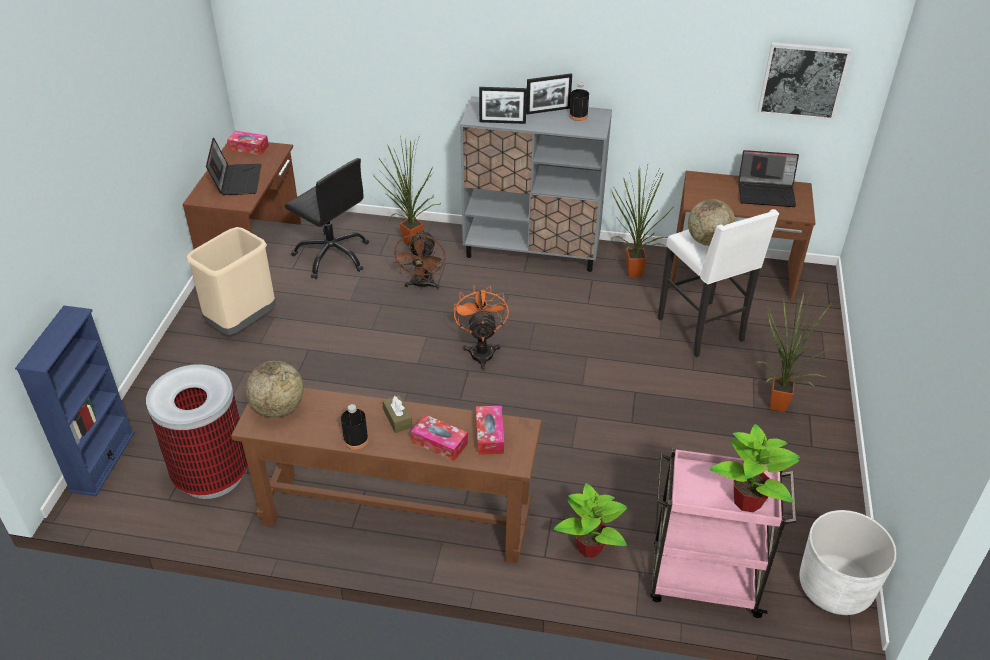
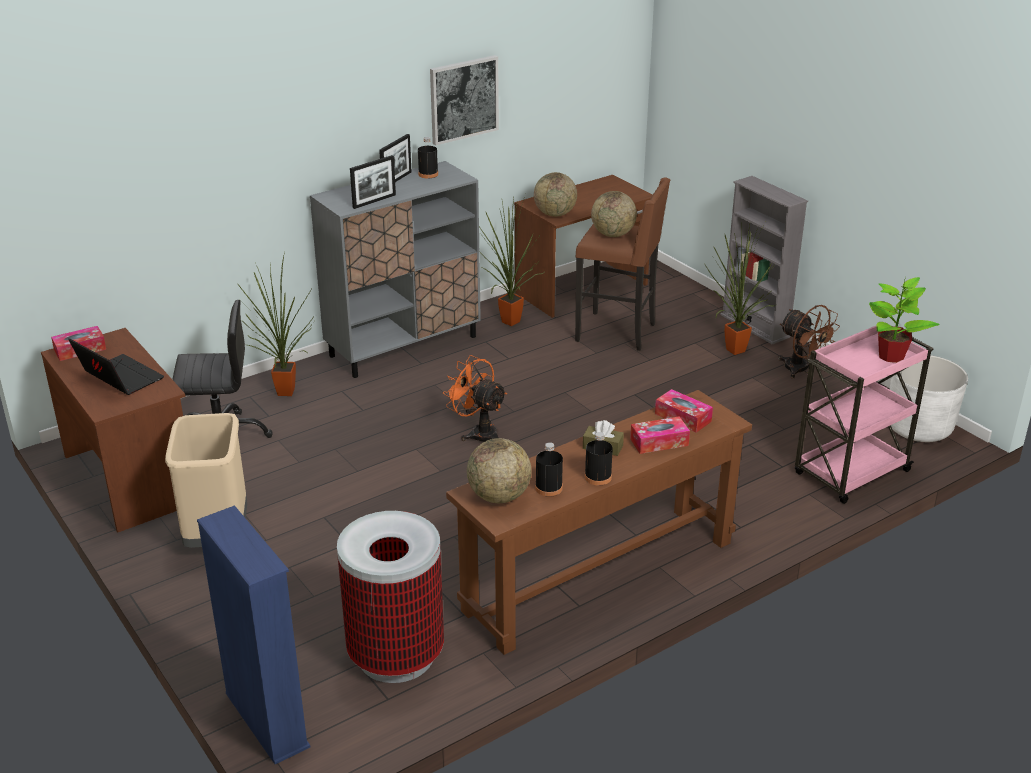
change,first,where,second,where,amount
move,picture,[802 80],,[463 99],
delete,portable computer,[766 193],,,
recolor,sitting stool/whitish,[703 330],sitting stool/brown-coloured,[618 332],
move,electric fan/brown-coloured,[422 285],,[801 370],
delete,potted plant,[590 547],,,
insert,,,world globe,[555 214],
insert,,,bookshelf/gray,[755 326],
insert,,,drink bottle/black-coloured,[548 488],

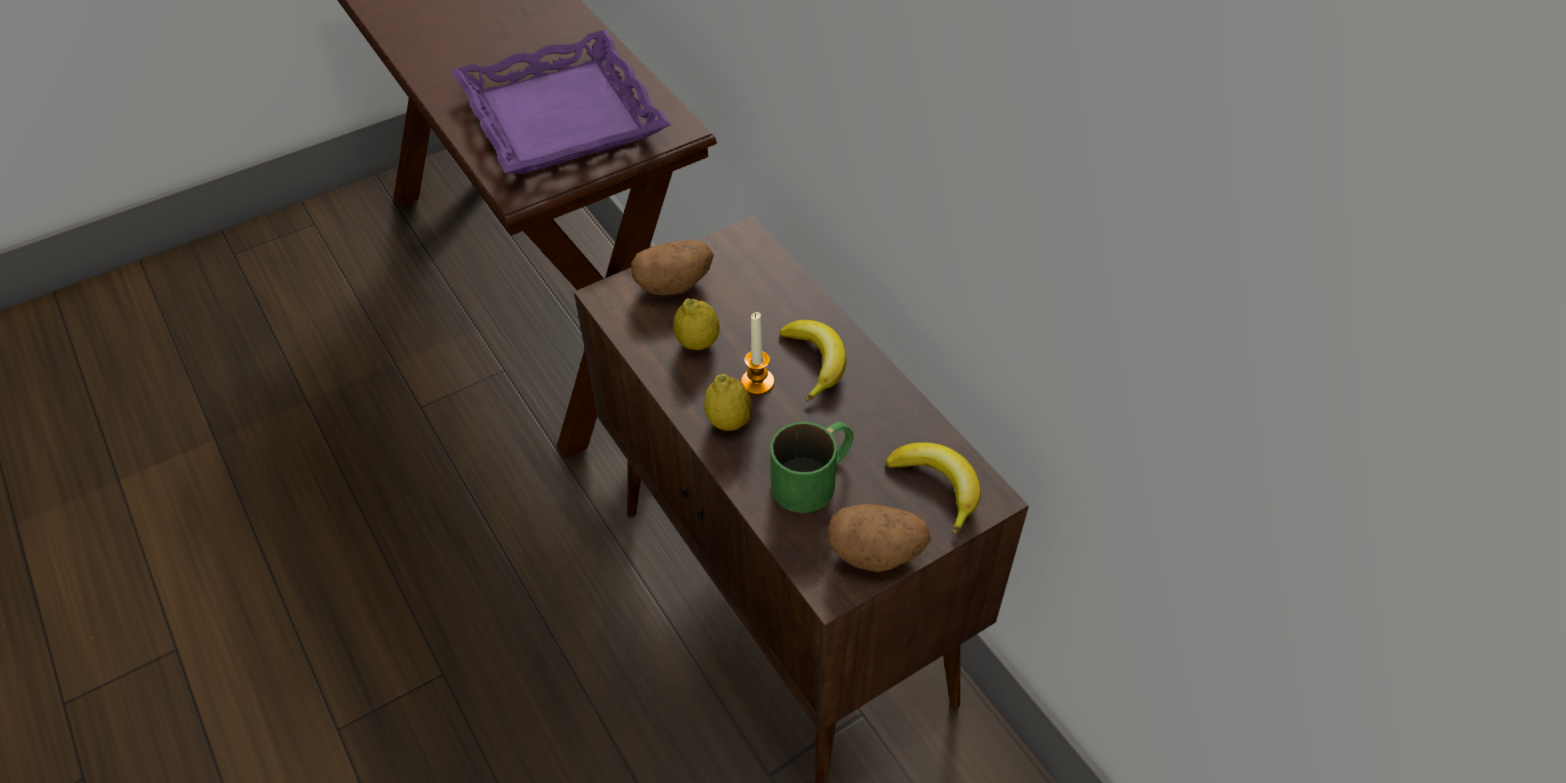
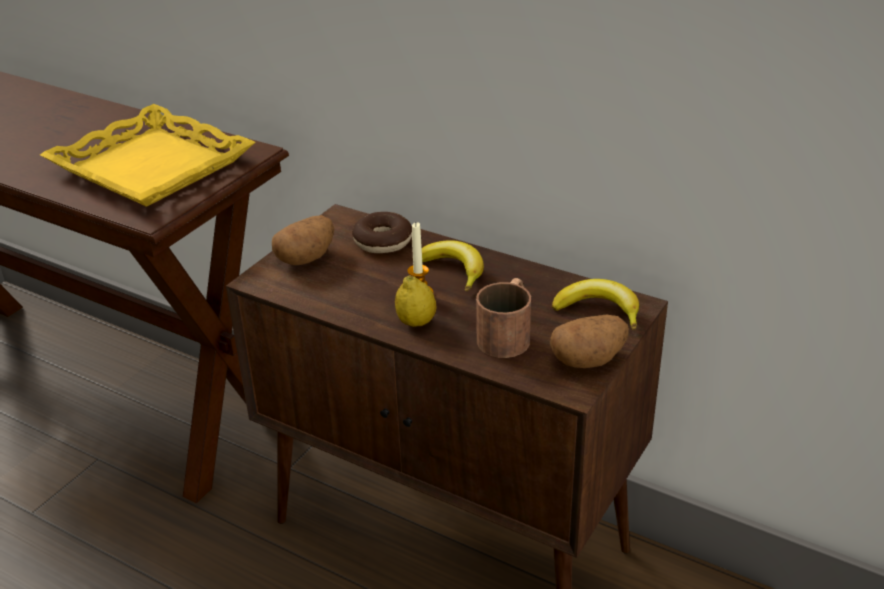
change,first,where,second,where,amount
recolor,carrying tray/purple-coloured,[560 117],carrying tray/yellowish,[150 167],
delete,lemon,[698 343],,,
recolor,tea mug/green,[815 477],tea mug/brown-coloured,[508 333],
insert,,,ring doughnut,[383 241],

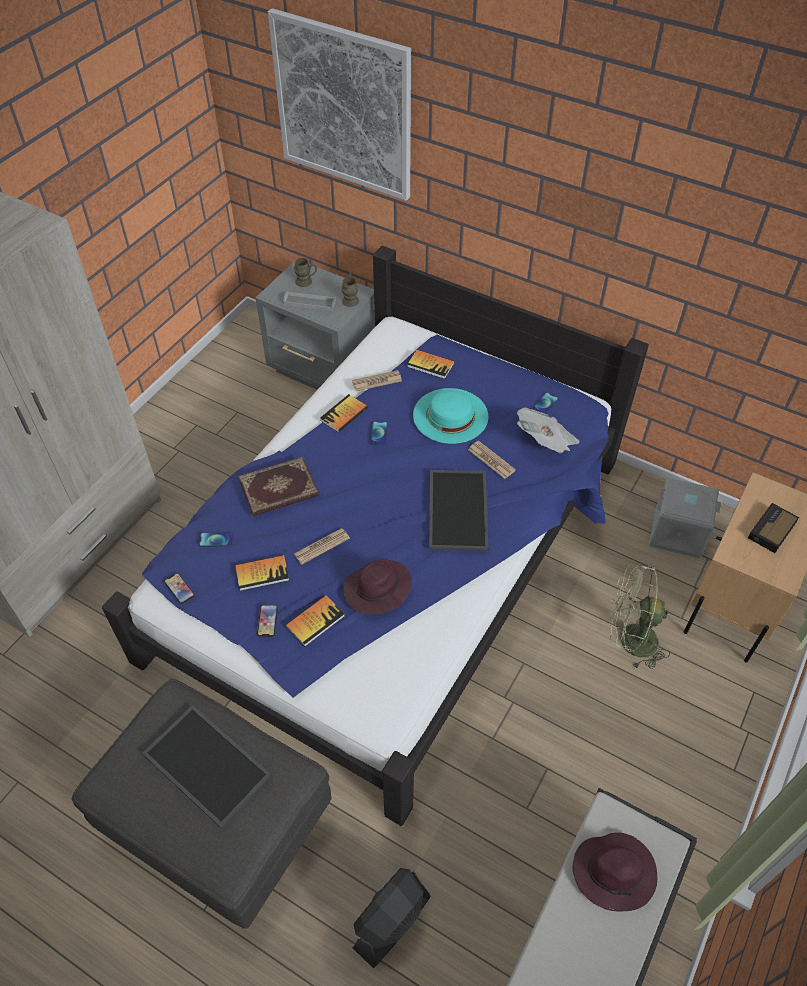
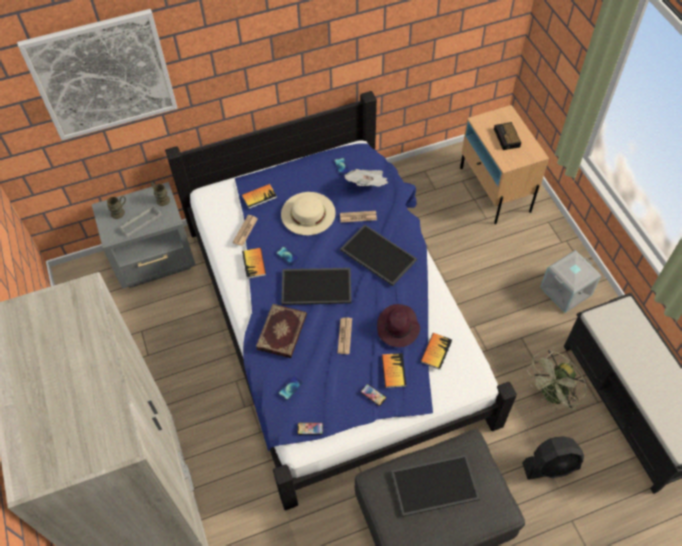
change,first,where,second,where,amount
recolor,clothing hat/blue-green,[450 415],clothing hat/sand-coloured,[308 213],
move,storage container/gray,[676 533],,[566 292],
move,volume,[262 573],,[436 351],
move,electric fan/green,[629 641],,[551 396],
delete,clothing hat/purple-coloured,[615 872],,,
rotate,electric fan/black-coloured,[391 922],,[551 466],90 degrees counterclockwise
insert,,,carrying tray,[317 285],

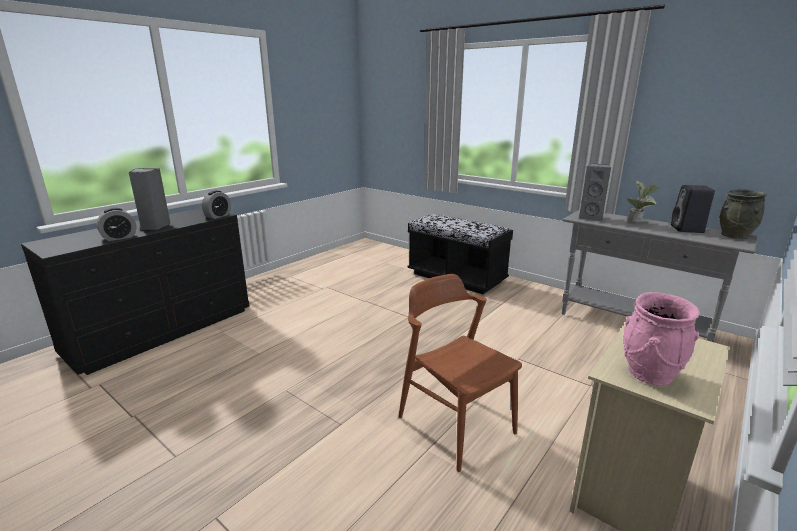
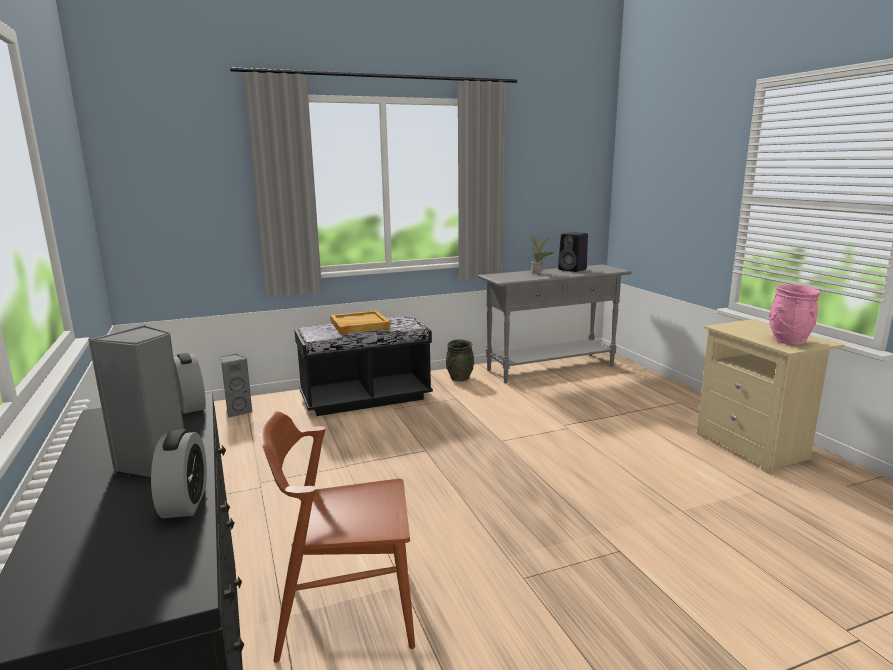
change,first,where,second,where,amount
move,speaker/gray,[591 218],,[238 411],
move,flower vase/gray,[734 235],,[459 378],
move,chair/brown-coloured,[455 424],,[346 611],
insert,,,carrying tray/sand-coloured,[359 325],

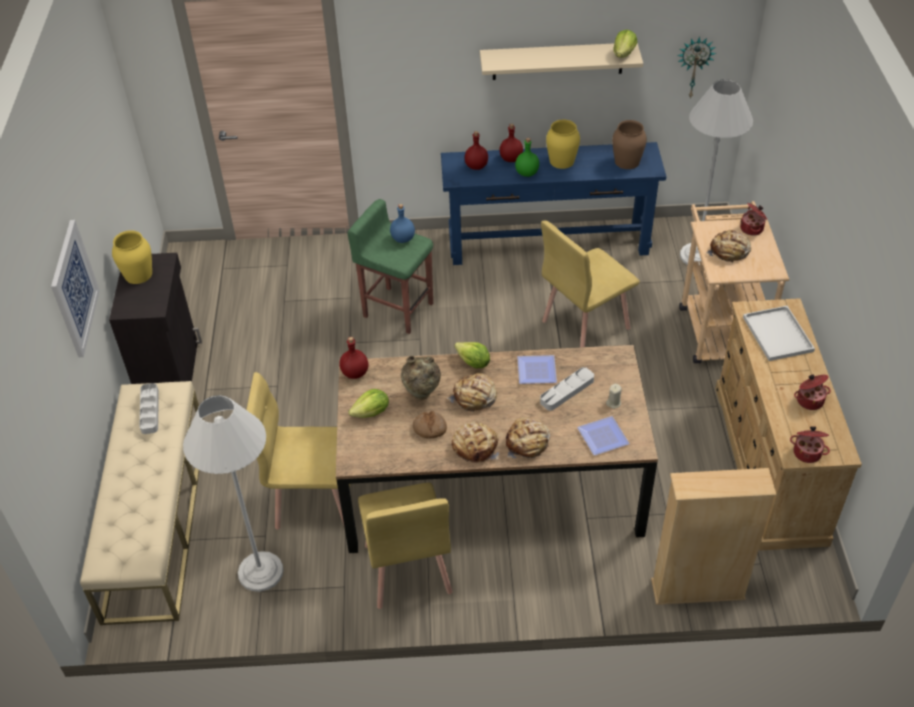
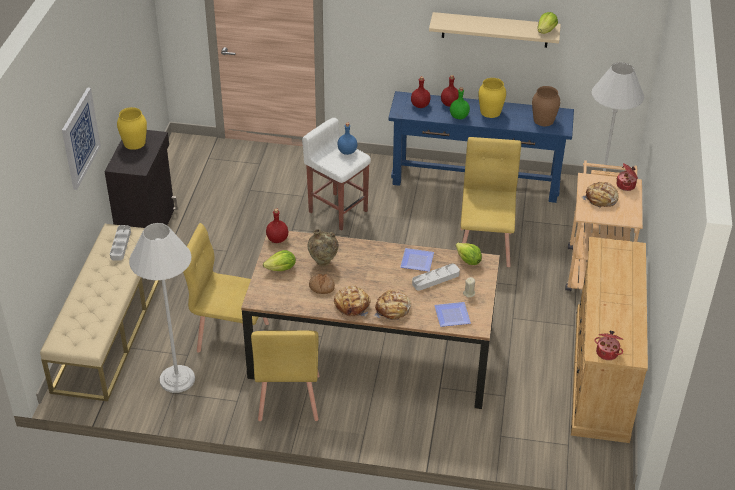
change,first,where,second,where,amount
delete,wall clock,[694 66],,,
recolor,sitting stool/green,[397 309],sitting stool/whitish,[337 210],
rotate,chair/yellowish,[584 324],,[485 246],120 degrees clockwise
delete,carrying tray/whitish,[776 333],,,
move,lettuce head,[473 363],,[468 261],
delete,baked bread,[474 398],,,
delete,saucepot,[809 400],,,
delete,bookshelf/sand-coloured,[697 590],,,

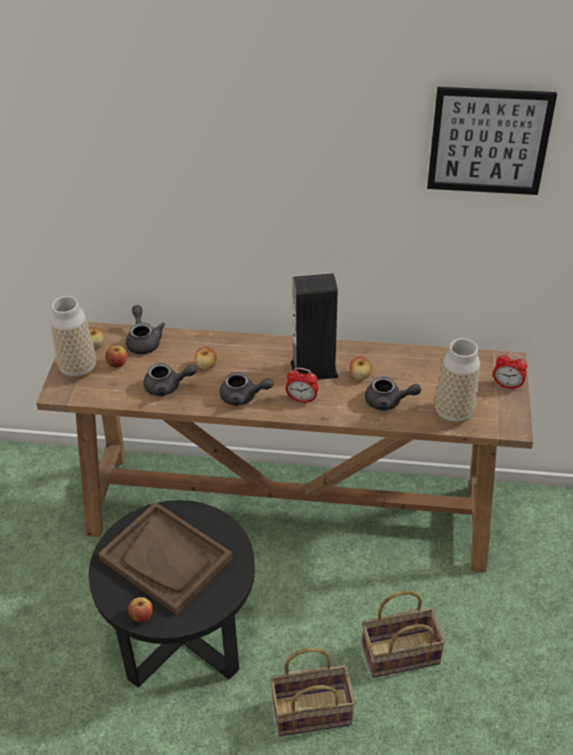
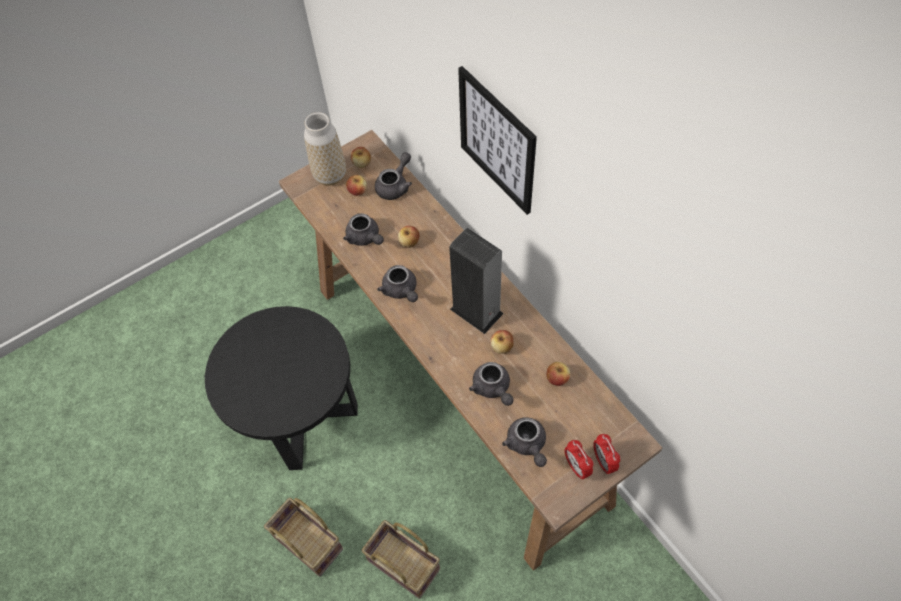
change,first,where,second,where,amount
move,picture,[489 141],,[497 141],
replace,flower vase,[453 413],pot for tea/gray,[527 445],
move,bedside clock,[302 399],,[576 467],
delete,carrying tray/brown-coloured,[166 559],,,
move,apple fruit,[141 616],,[557 378],

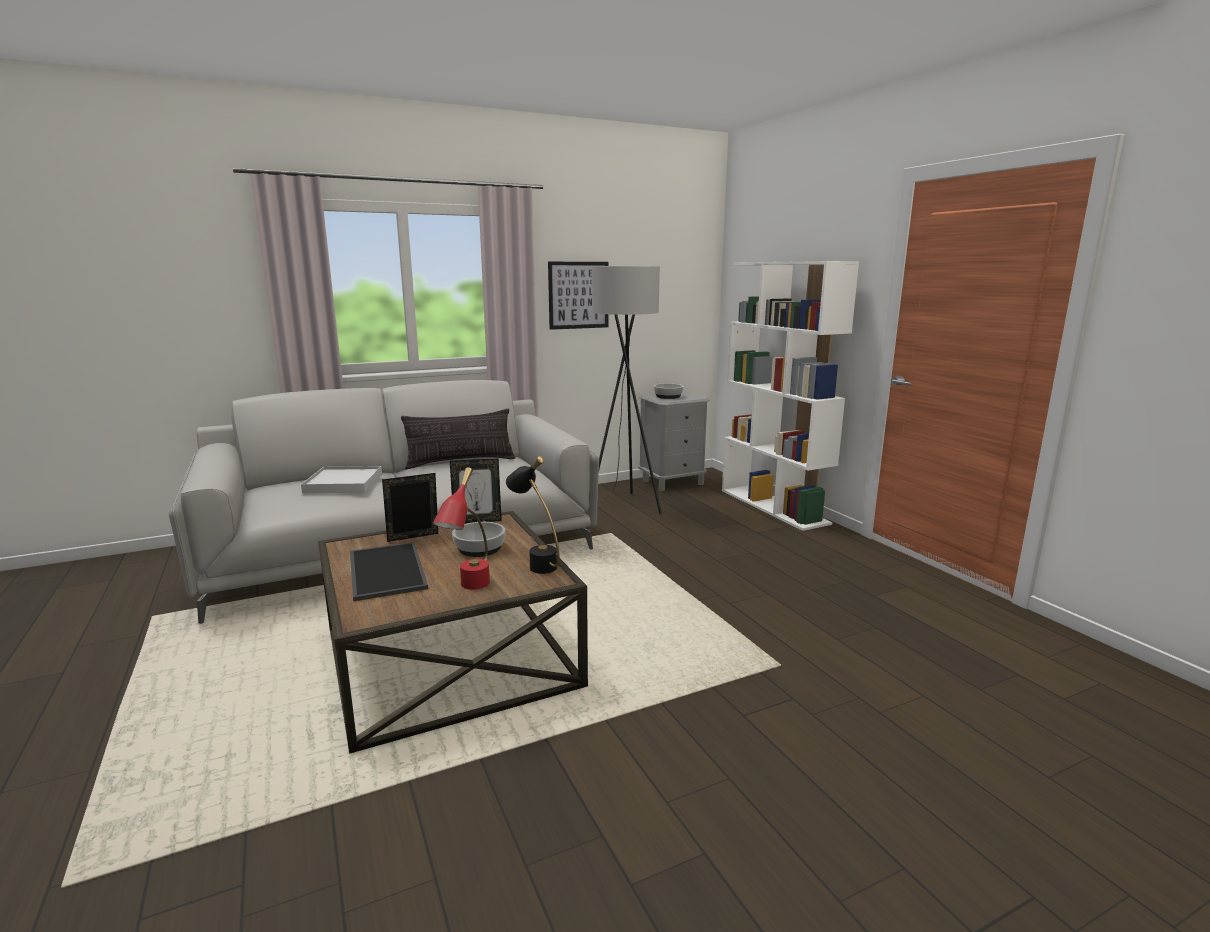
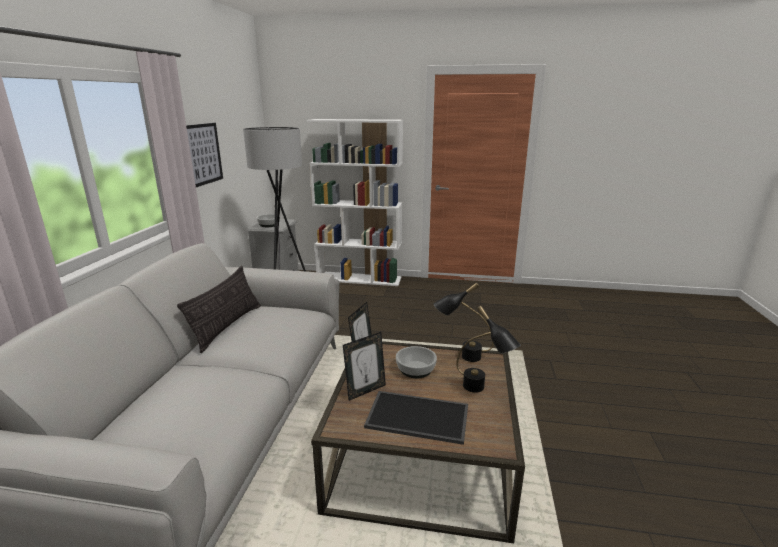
change,first,where,second,where,amount
delete,carrying tray/whitish,[343 483],,,
recolor,lamp for a table/red-coloured,[469 589],lamp for a table/black-coloured,[482 391],
rotate,photo frame,[413 539],,[365 391],135 degrees counterclockwise

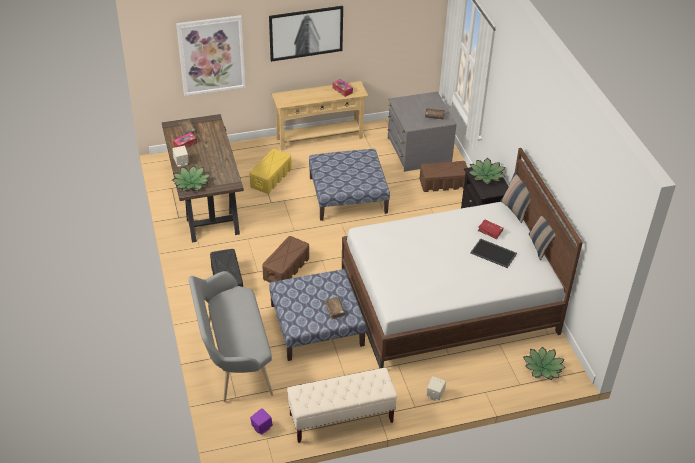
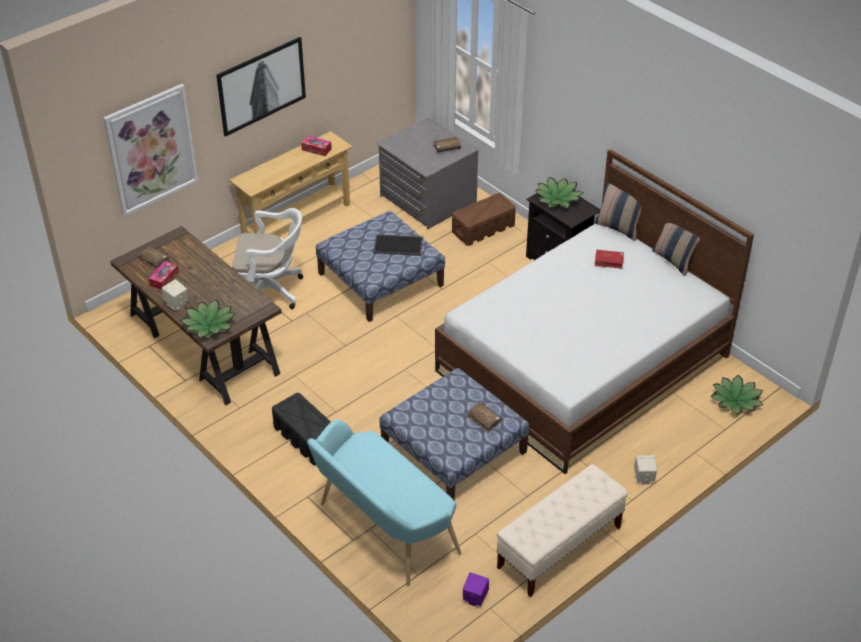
change,first,where,second,where,amount
replace,storage container/yellowish,[270 178],office chair/whitish,[270 291],
delete,storage container/brown-coloured,[286 268],,,
move,carrying tray,[494 253],,[398 245],
recolor,indoor bench/gray,[233 360],indoor bench/blue-green,[382 530],

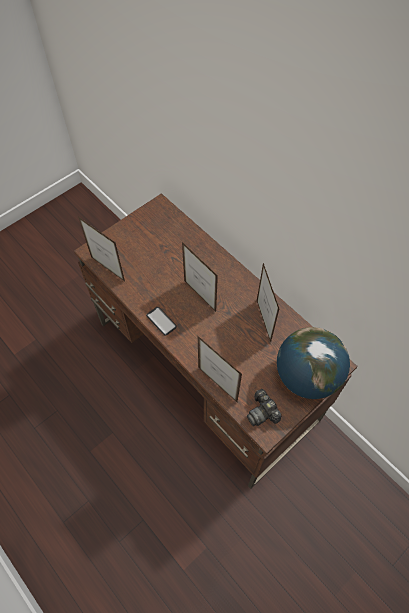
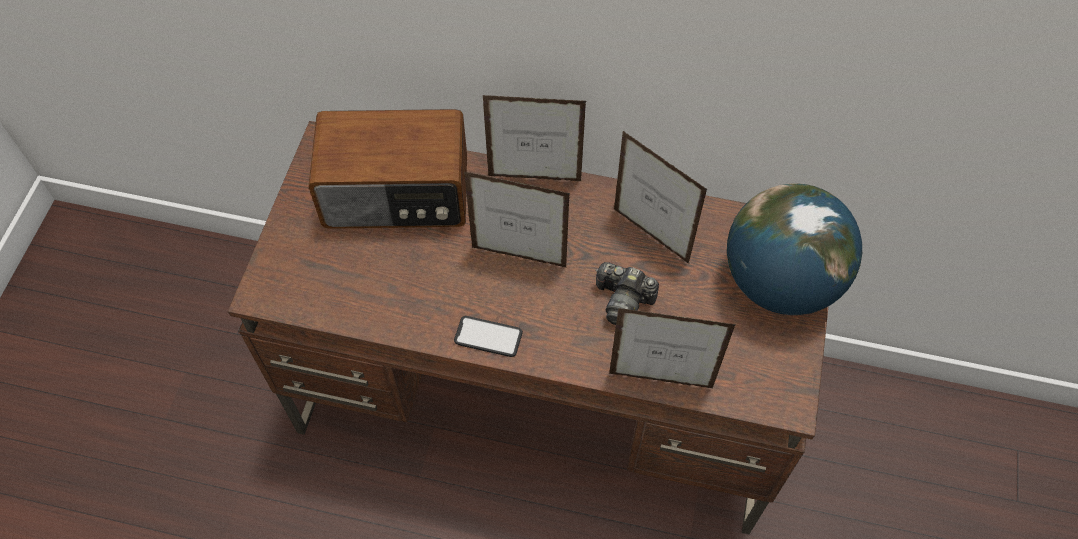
change,first,where,second,where,amount
move,photo frame,[108 269],,[535 178],
move,photo camera,[262 412],,[623 300],
insert,,,radio receiver,[397 195],

